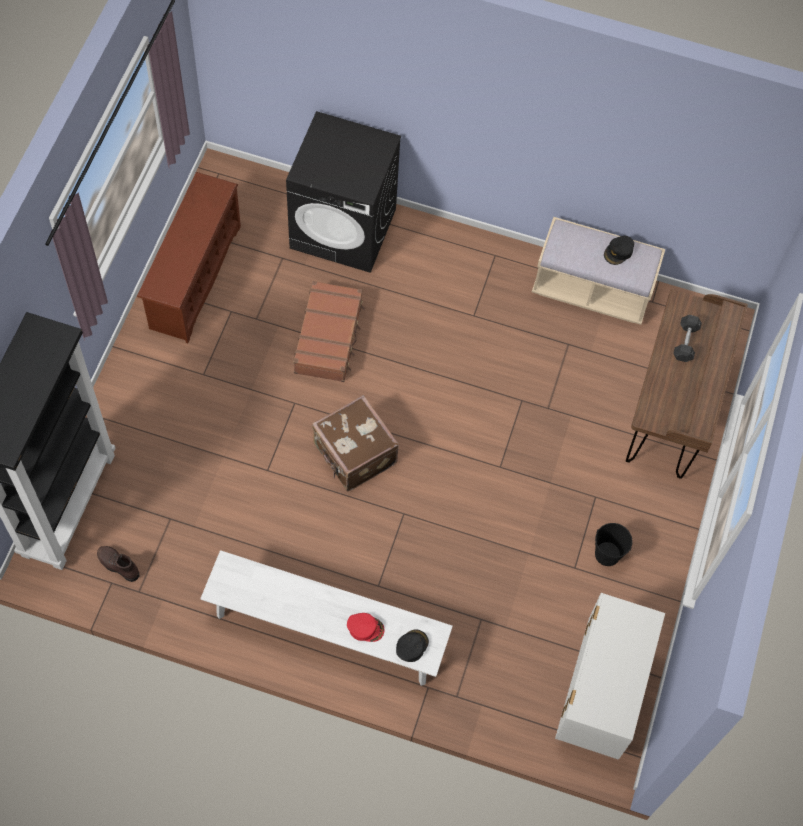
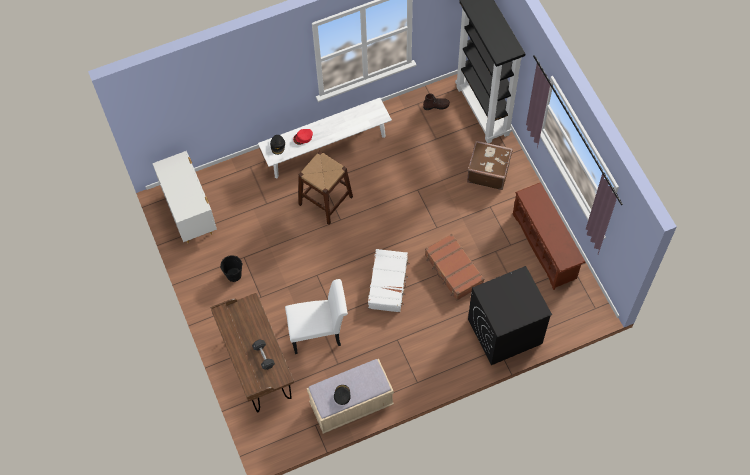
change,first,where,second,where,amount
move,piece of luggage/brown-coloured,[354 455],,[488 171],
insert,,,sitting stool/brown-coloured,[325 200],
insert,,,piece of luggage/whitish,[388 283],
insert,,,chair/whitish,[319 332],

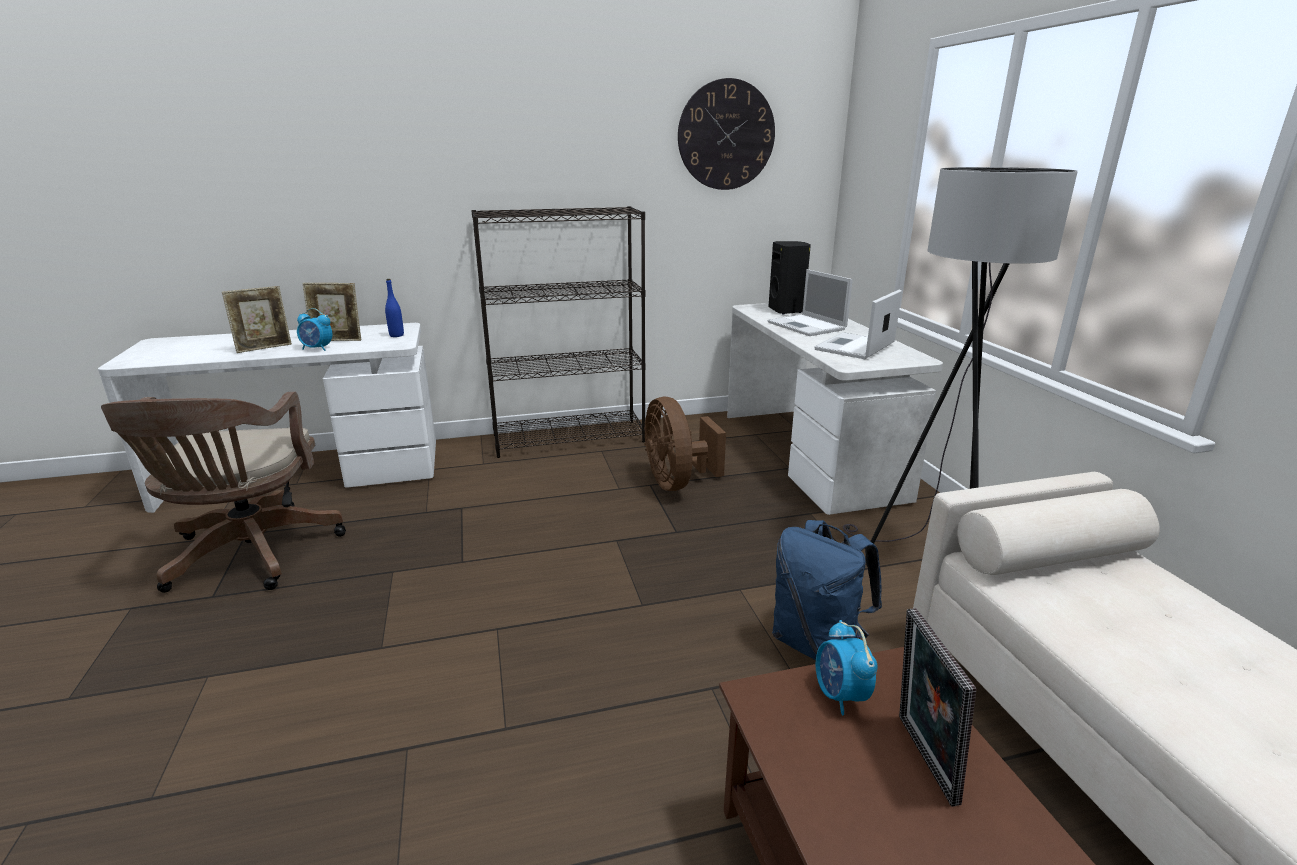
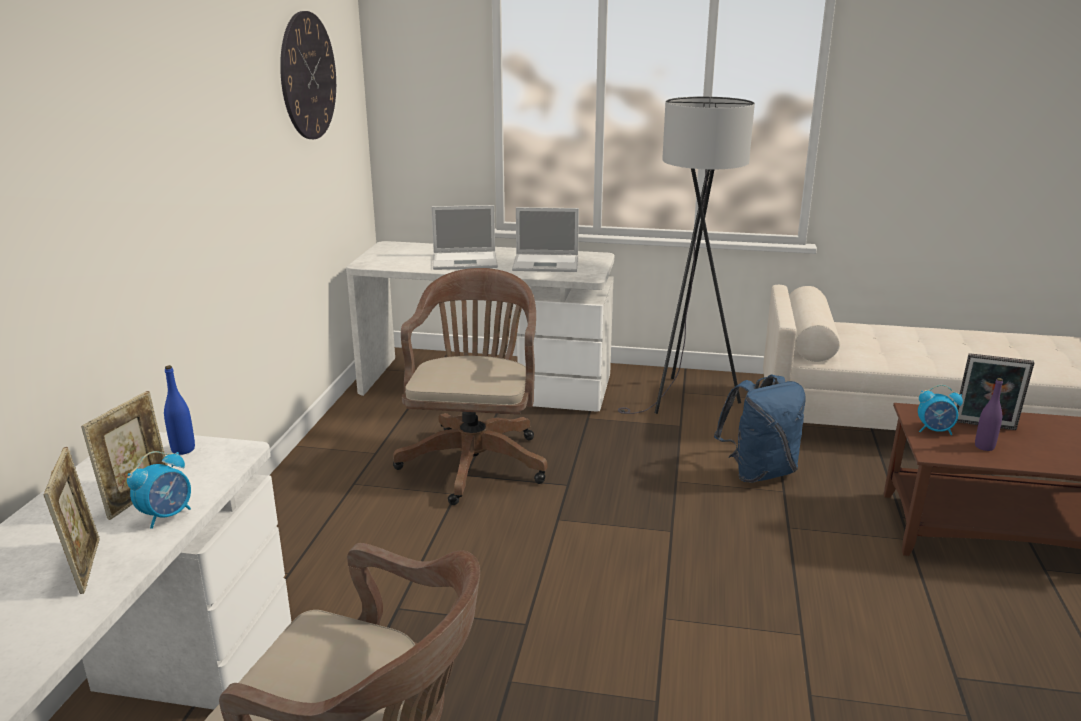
change,first,where,second,where,amount
delete,bookshelf/black-coloured,[569 438],,,
delete,speaker/black-coloured,[787 310],,,
rotate,portable computer,[854 347],,[547 263],60 degrees counterclockwise
replace,electric fan/brown-coloured,[677 482],office chair/brown-coloured,[475 460],
insert,,,drink bottle/purple-coloured,[984 447],

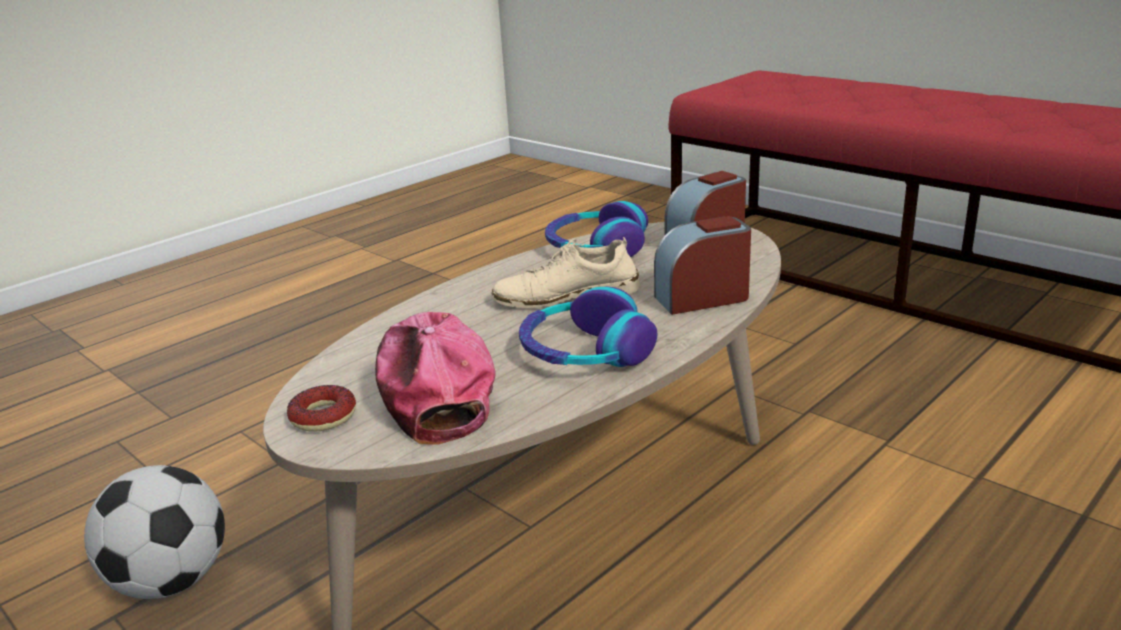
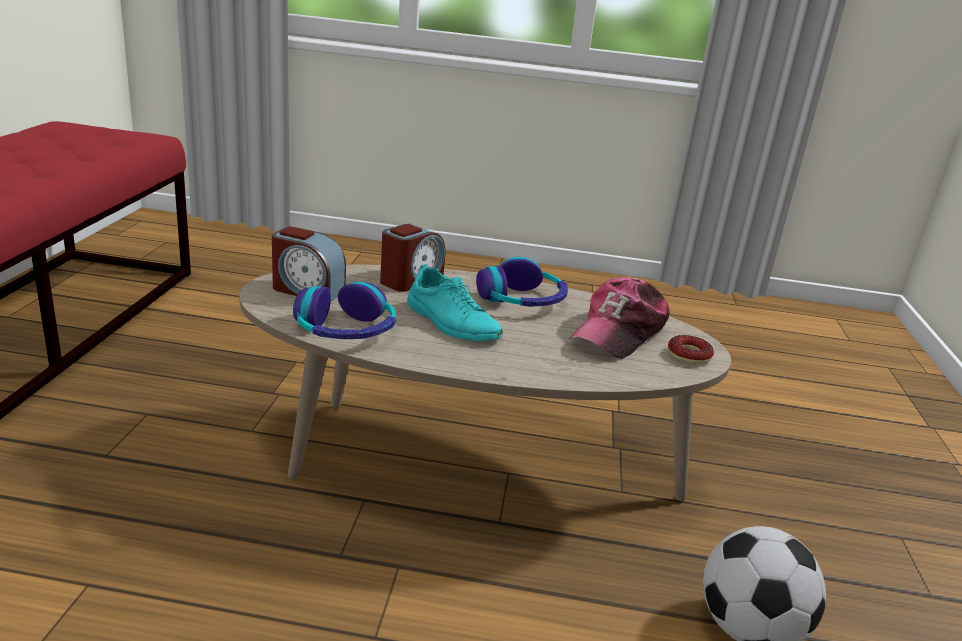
change,first,where,second,where,amount
rotate,bedside clock,[702 298],,[411 280],90 degrees counterclockwise
recolor,item of footwear/sand-coloured,[566 295],item of footwear/blue-green,[451 322],

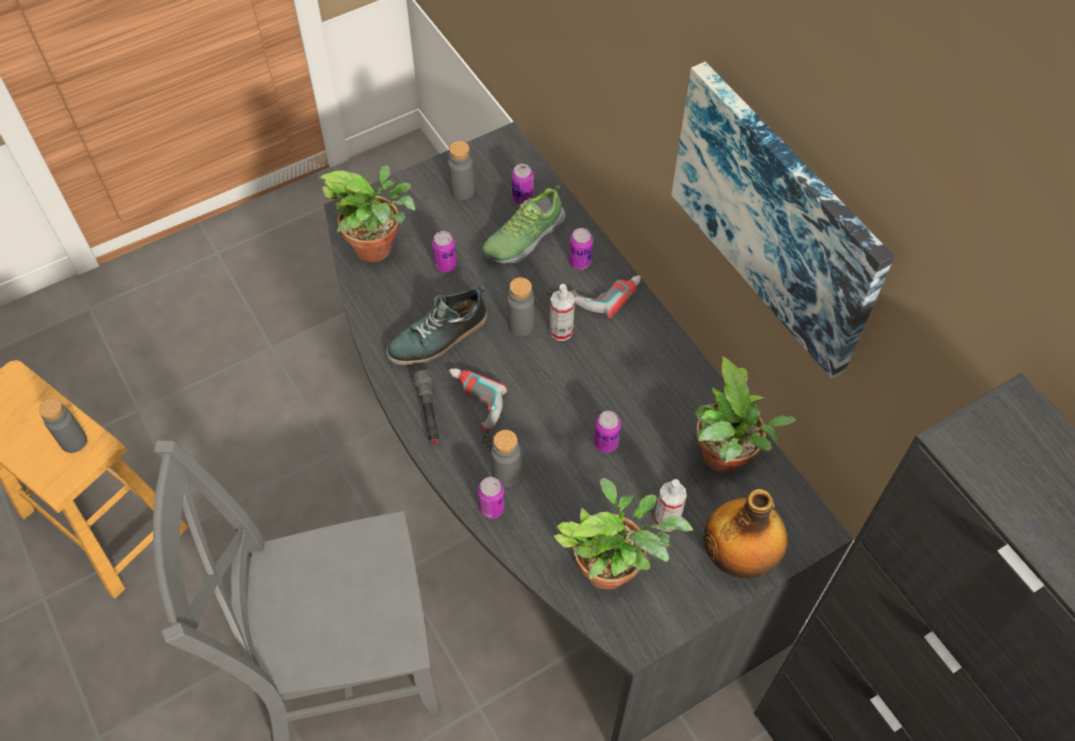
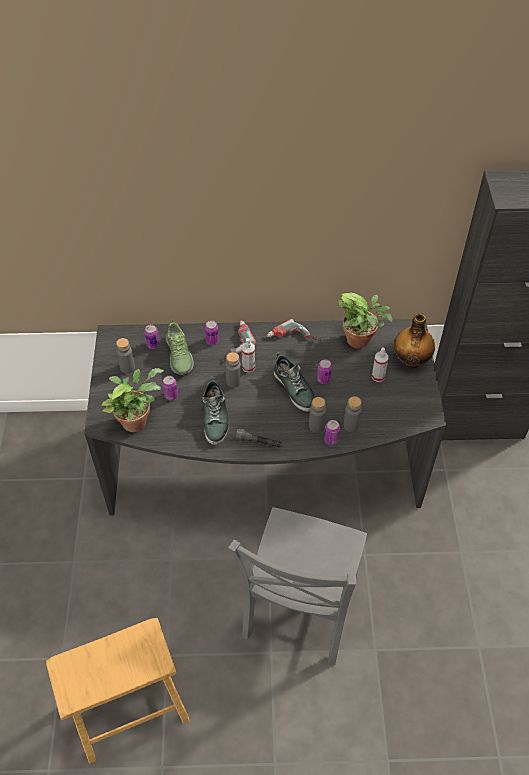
change,first,where,second,where,amount
delete,picture,[777 217],,,
move,power drill,[470 411],,[293 339],
move,drink bottle/gray,[74 441],,[351 425],
delete,potted plant,[613 566],,,
insert,,,item of footwear,[294 389],

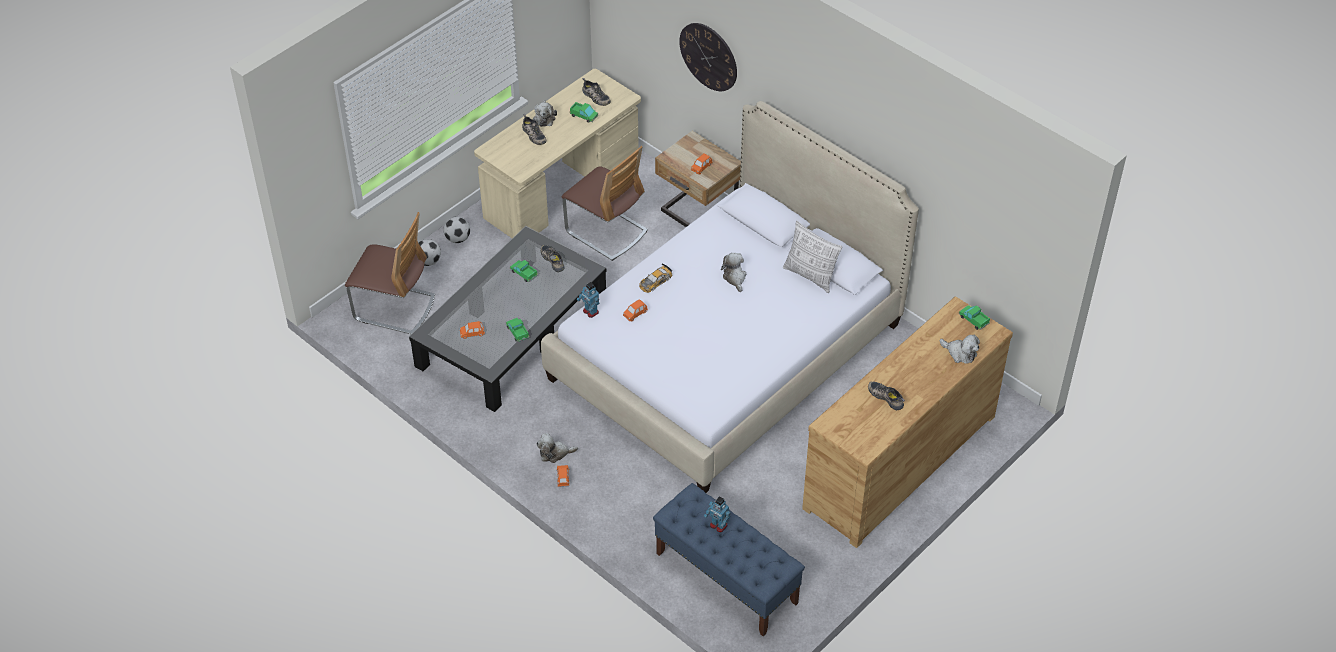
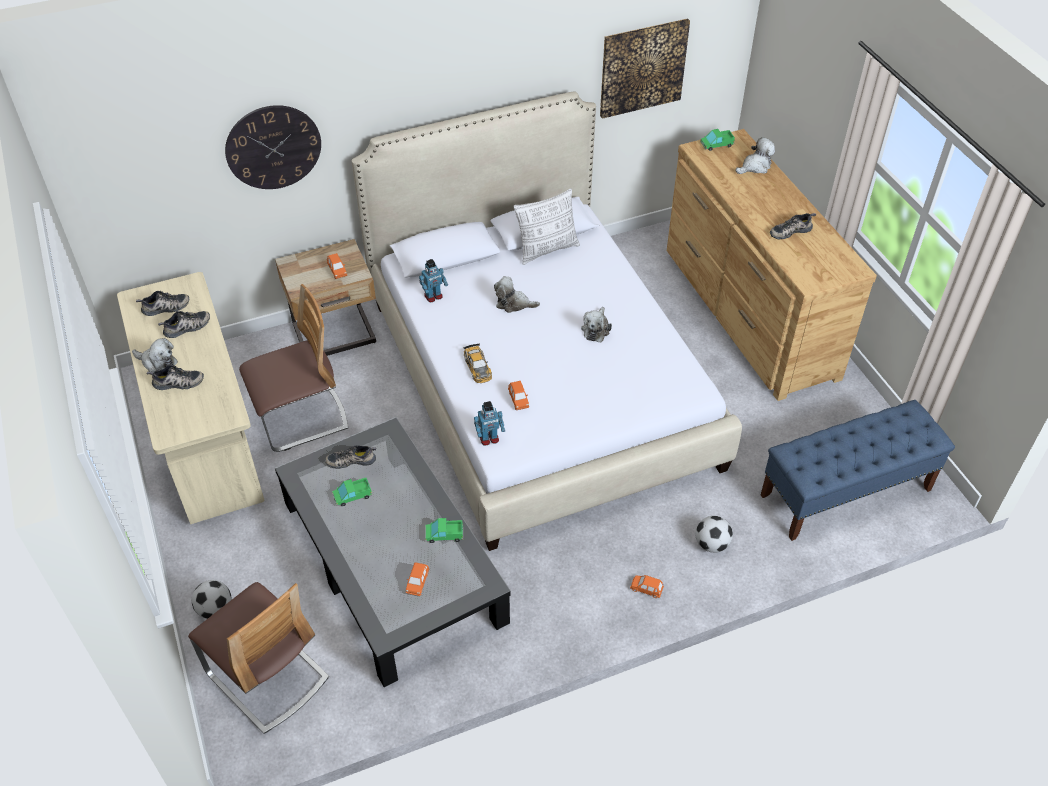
change,first,where,second,where,amount
replace,model truck,[584 115],item of footwear,[187 328],
rotate,chair,[394 308],,[267 676],90 degrees clockwise
move,football ball,[457 239],,[711 544],
move,plush toy,[555 453],,[596 329],
move,robot figure,[718 526],,[433 296],
insert,,,picture,[642 67],

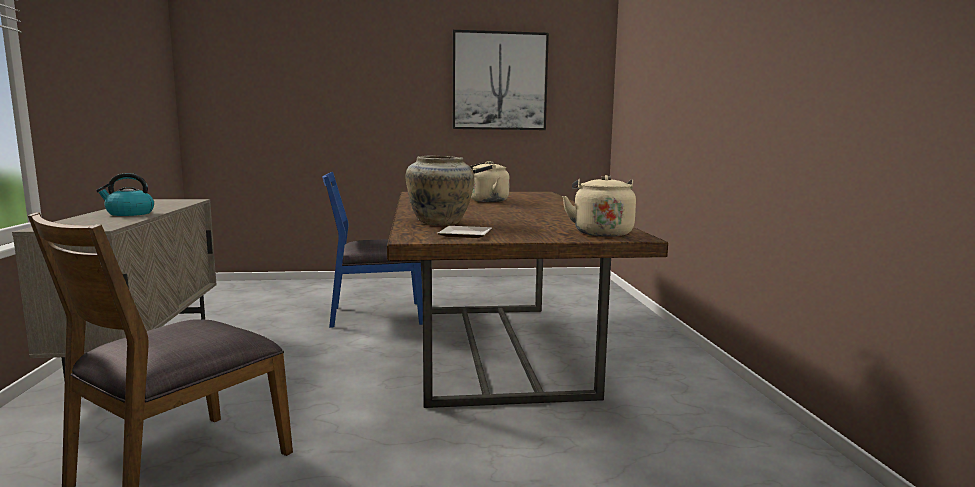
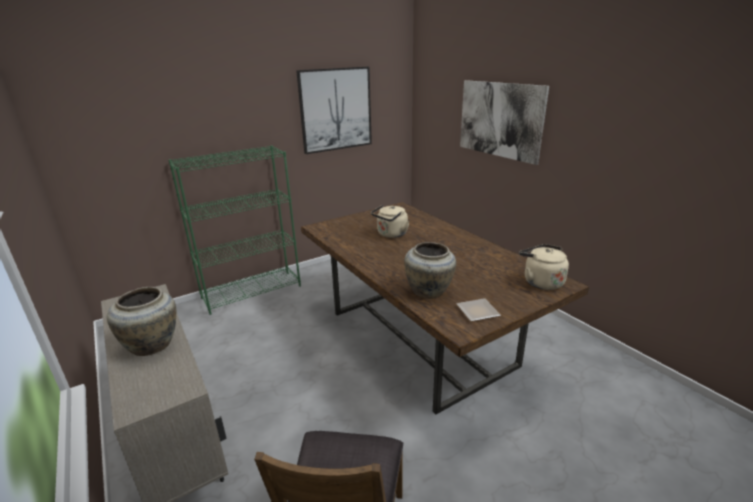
change,first,where,second,where,amount
delete,chair/bluish,[376 315],,,
replace,kettle,[129 213],flower vase/sand-coloured,[153 345],
insert,,,picture,[499 120],
insert,,,bookshelf/green,[252 291],

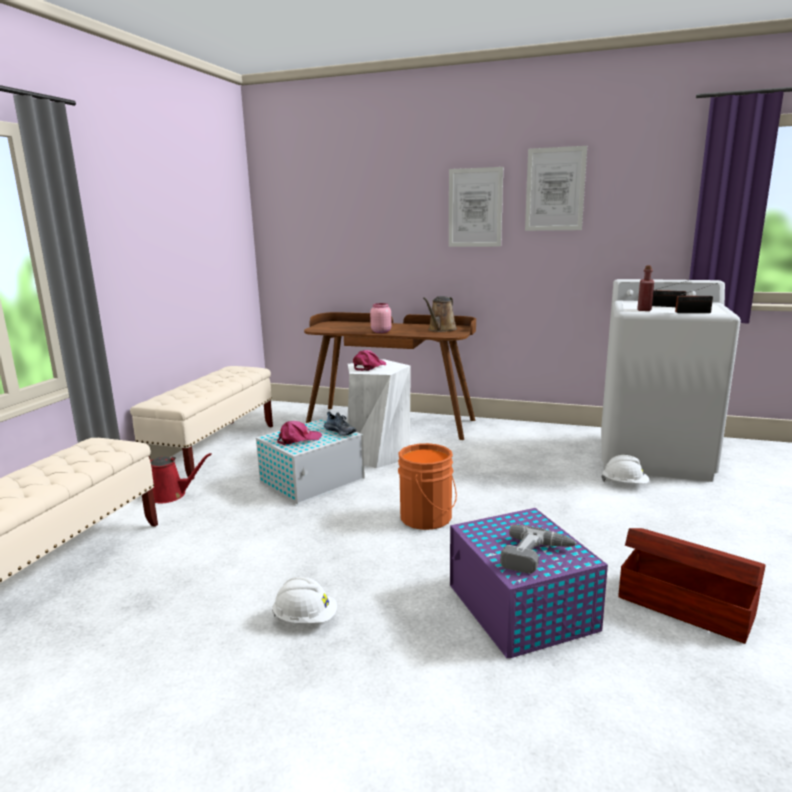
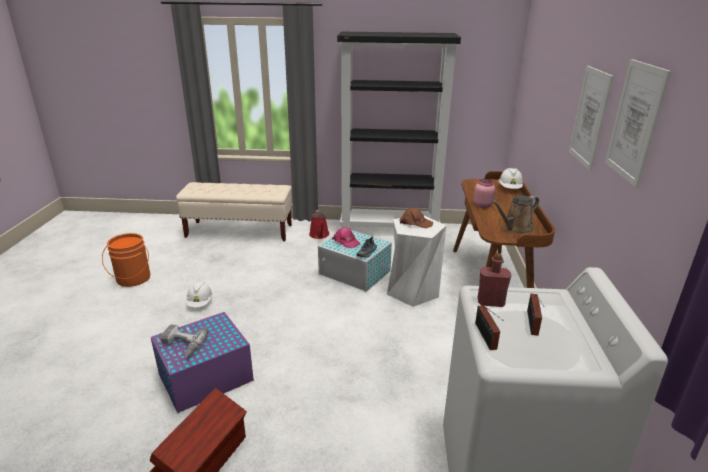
change,first,where,second,where,amount
rotate,watering can/brown-coloured,[441 329],,[515 228],45 degrees counterclockwise
recolor,peaked cap/pinkish,[369 367],peaked cap/brown-coloured,[415 223],
replace,indoor bench/sand-coloured,[214 448],bookshelf/black-coloured,[390 229],
move,bucket/orangey,[428 518],,[132 279],
move,work helmet/whitish,[624 484],,[510 188],

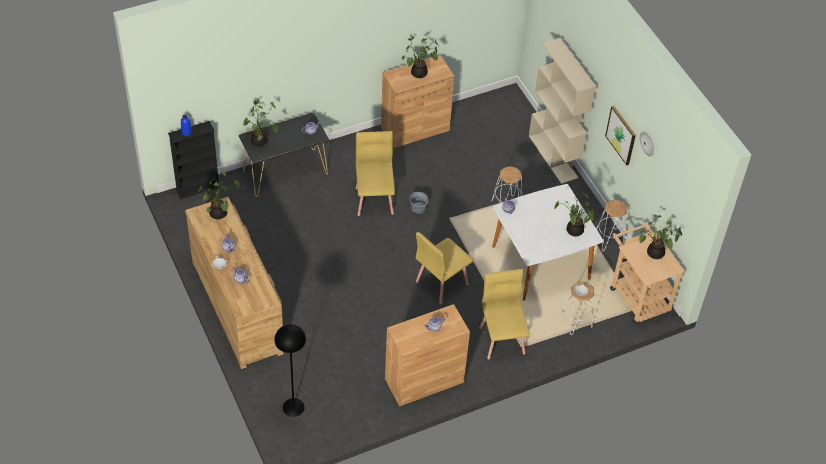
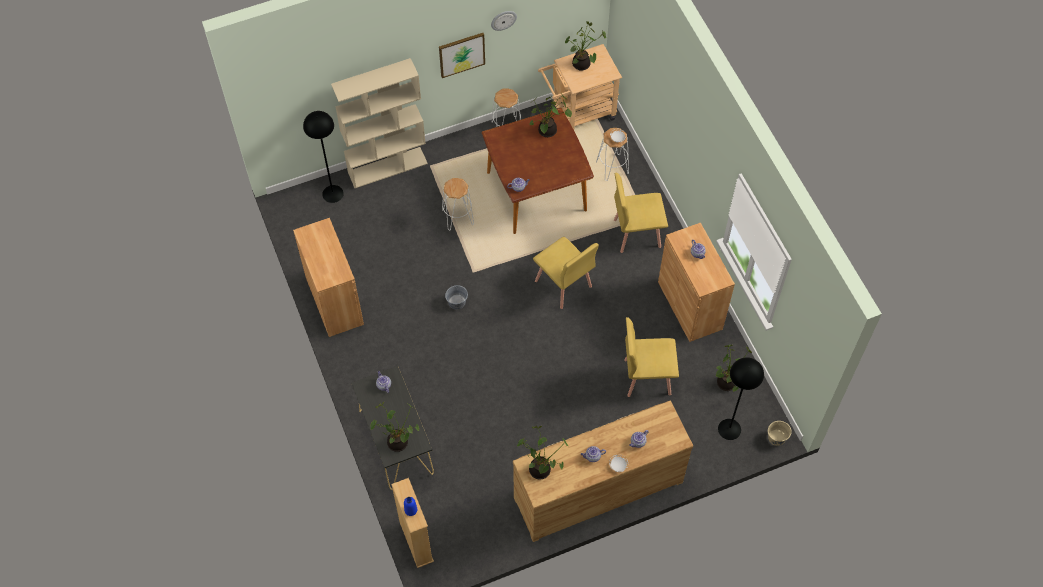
change,first,where,second,where,amount
move,potted plant,[418 74],,[728 383],
recolor,bookshelf/black-coloured,[198 188],bookshelf/sand-coloured,[416 541],
move,chair/yellowish,[374 200],,[646 376],
recolor,kitchen table/whitish,[541 262],kitchen table/brown-coloured,[536 191],
insert,,,floor lamp/black-coloured,[332 193],
insert,,,bucket/sand-coloured,[777 437],

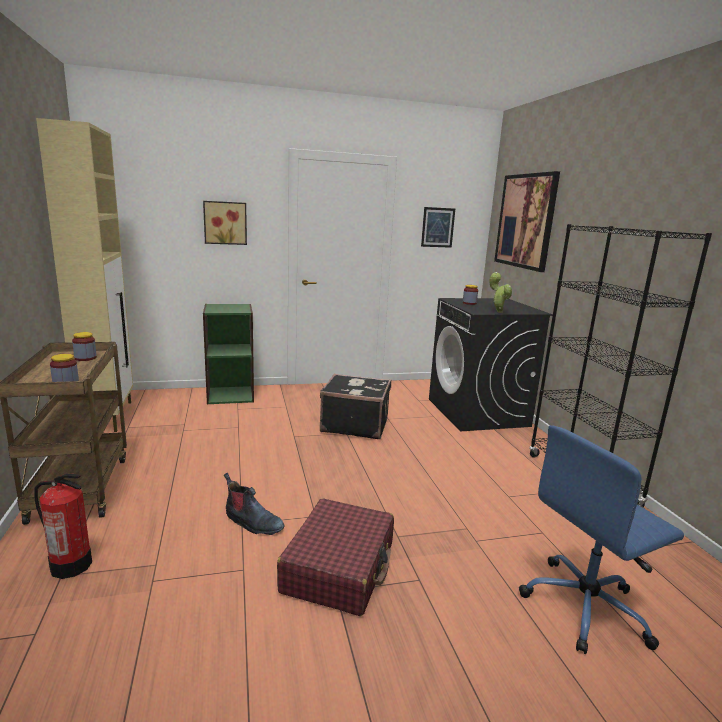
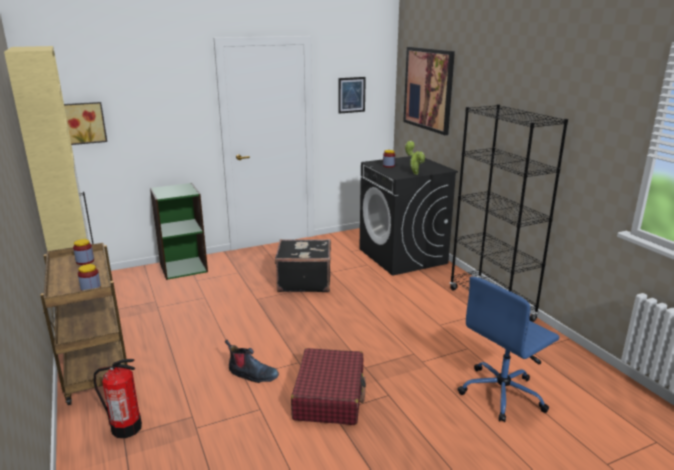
change,first,where,second,where,amount
move,picture,[225 223],,[82 123],

